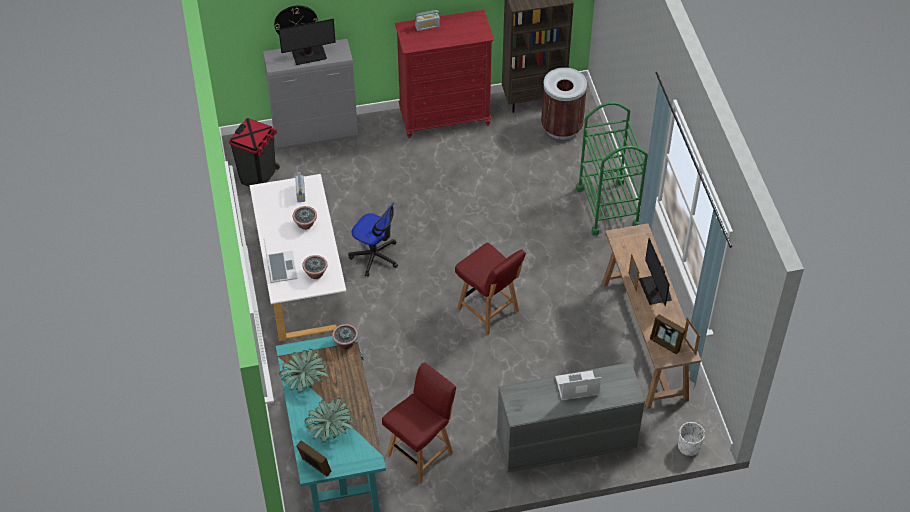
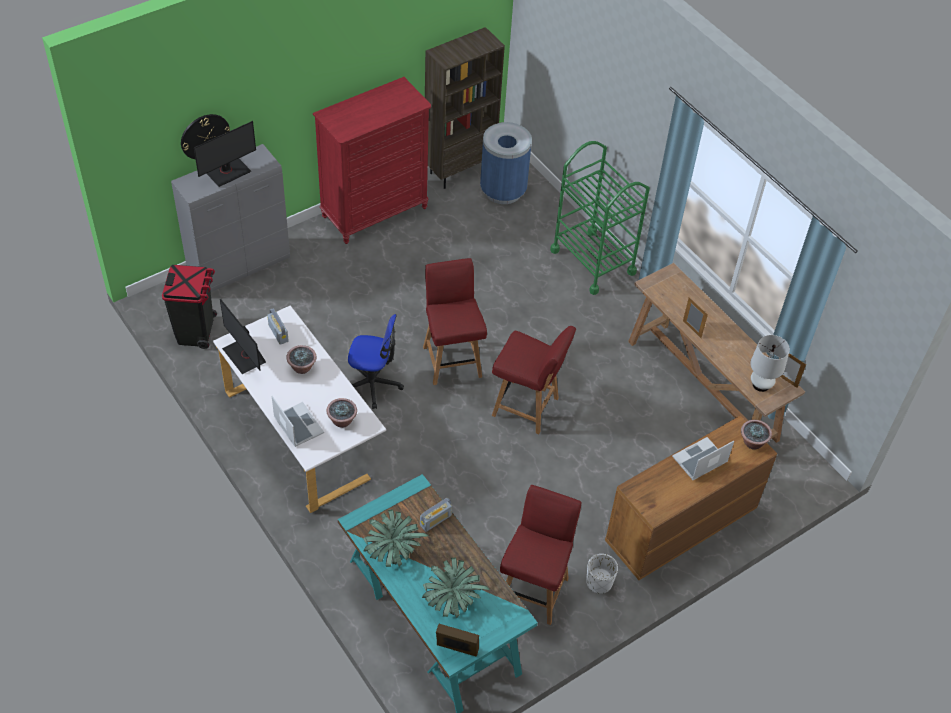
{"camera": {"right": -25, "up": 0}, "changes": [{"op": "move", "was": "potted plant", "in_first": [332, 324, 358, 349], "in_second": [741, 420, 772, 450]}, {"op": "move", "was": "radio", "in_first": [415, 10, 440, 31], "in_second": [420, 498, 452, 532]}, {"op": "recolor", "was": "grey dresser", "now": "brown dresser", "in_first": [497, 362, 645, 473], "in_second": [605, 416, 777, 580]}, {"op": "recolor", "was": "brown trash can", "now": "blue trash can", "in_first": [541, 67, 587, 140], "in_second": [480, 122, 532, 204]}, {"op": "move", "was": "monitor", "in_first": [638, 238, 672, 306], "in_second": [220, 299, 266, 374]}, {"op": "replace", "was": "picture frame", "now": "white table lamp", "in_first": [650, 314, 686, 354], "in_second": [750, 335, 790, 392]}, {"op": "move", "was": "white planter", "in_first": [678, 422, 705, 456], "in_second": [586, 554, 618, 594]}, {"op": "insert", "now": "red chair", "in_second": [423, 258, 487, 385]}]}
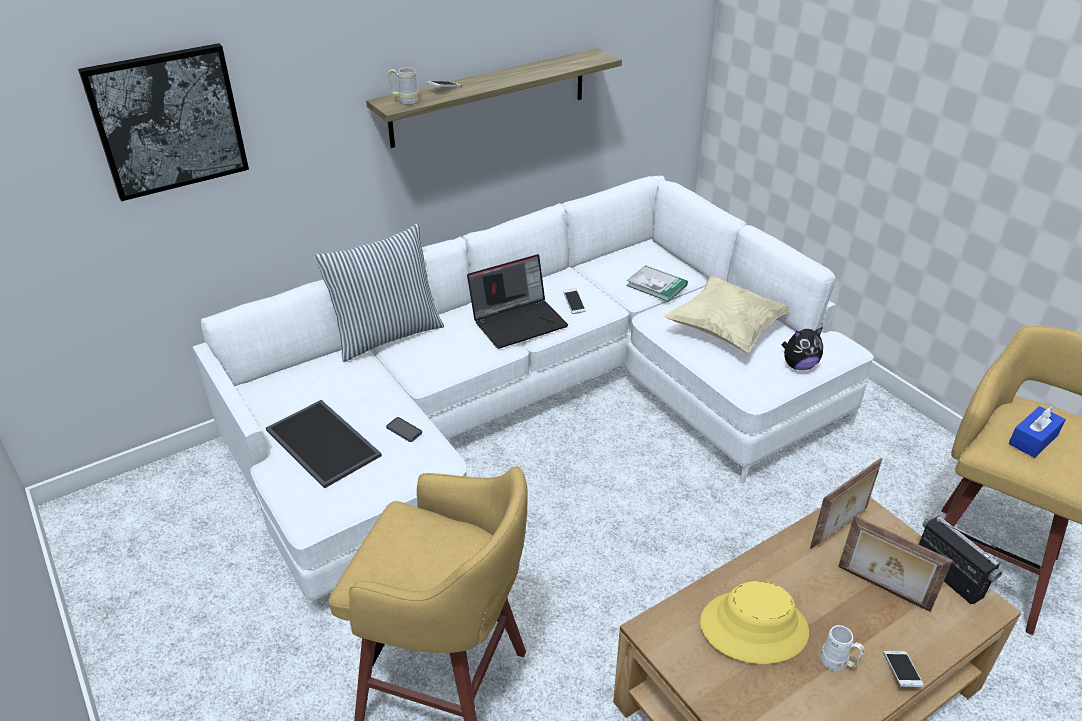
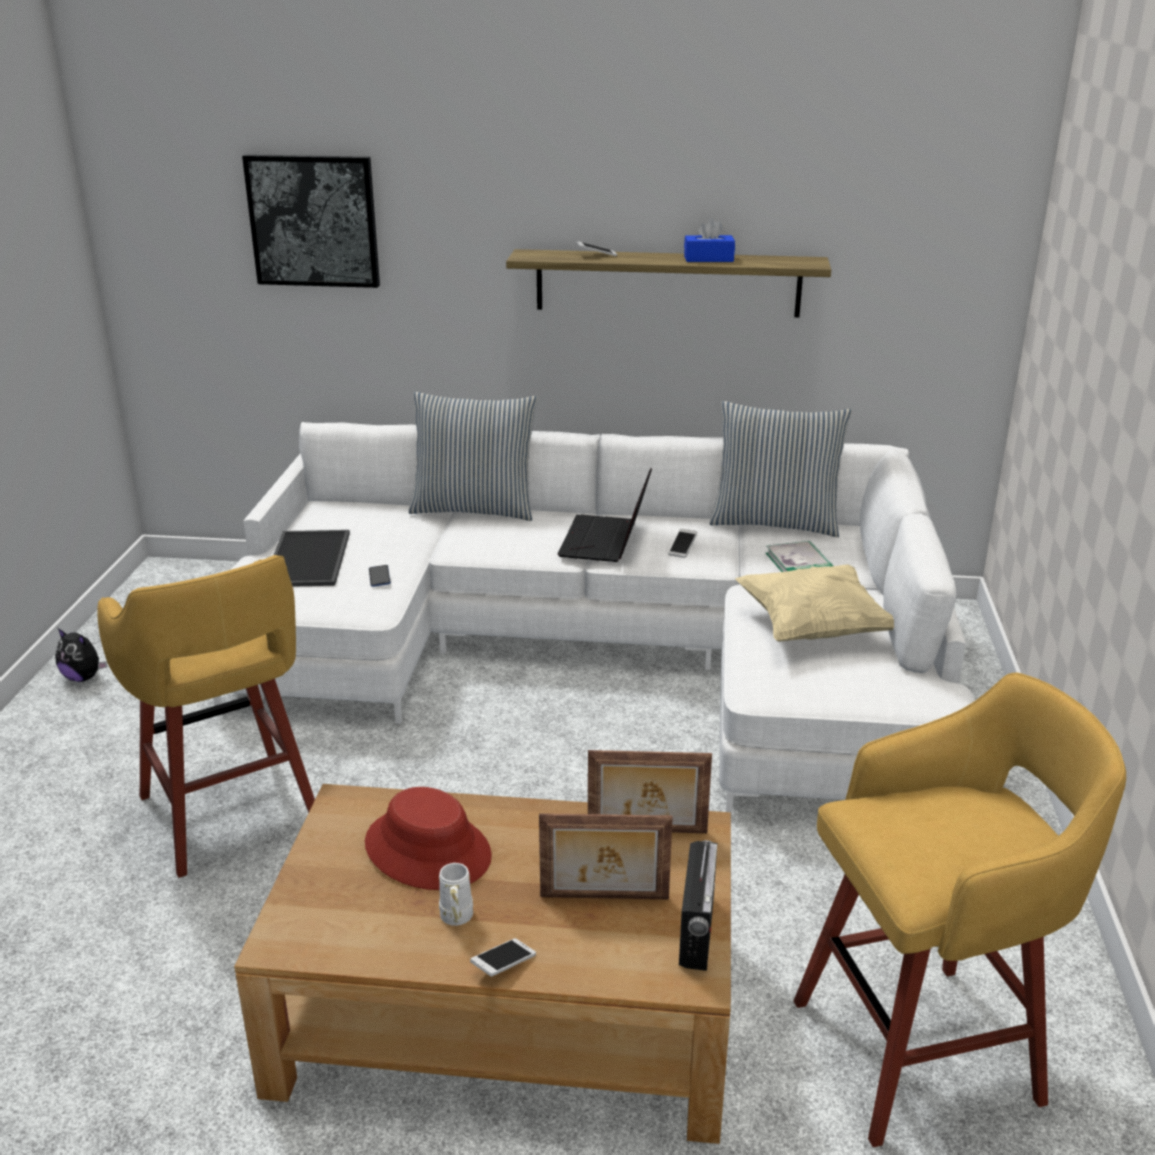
{"camera": {"right": 40, "up": -10}, "changes": [{"op": "delete", "was": "beige mug", "in_first": [388, 68, 419, 105]}, {"op": "rotate", "was": "laptop", "in_first": [467, 254, 568, 349], "in_second": [558, 468, 652, 562], "clockwise": 90}, {"op": "recolor", "was": "yellow hat", "now": "red hat", "in_first": [700, 581, 809, 664], "in_second": [365, 787, 492, 890]}, {"op": "move", "was": "plush toy", "in_first": [782, 327, 823, 370], "in_second": [55, 628, 107, 682]}, {"op": "rotate", "was": "picture frame", "in_first": [838, 516, 953, 612], "in_second": [539, 813, 673, 899], "clockwise": -75}, {"op": "move", "was": "blue tissue box", "in_first": [1009, 406, 1066, 458], "in_second": [684, 218, 735, 262]}, {"op": "insert", "now": "pillow", "in_second": [709, 401, 852, 537]}]}
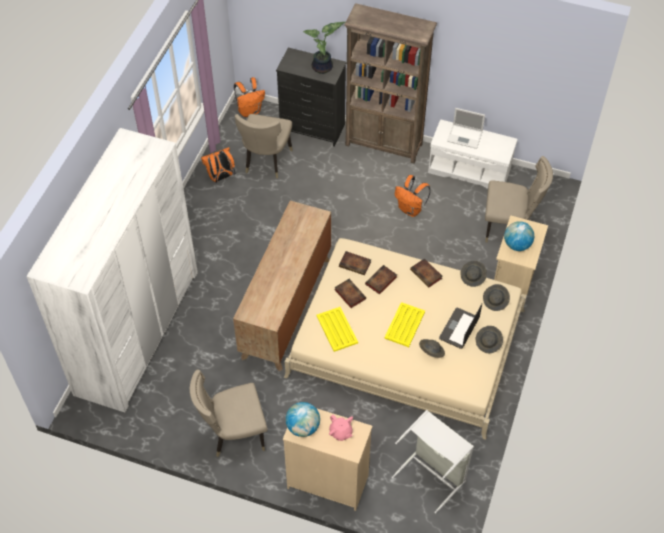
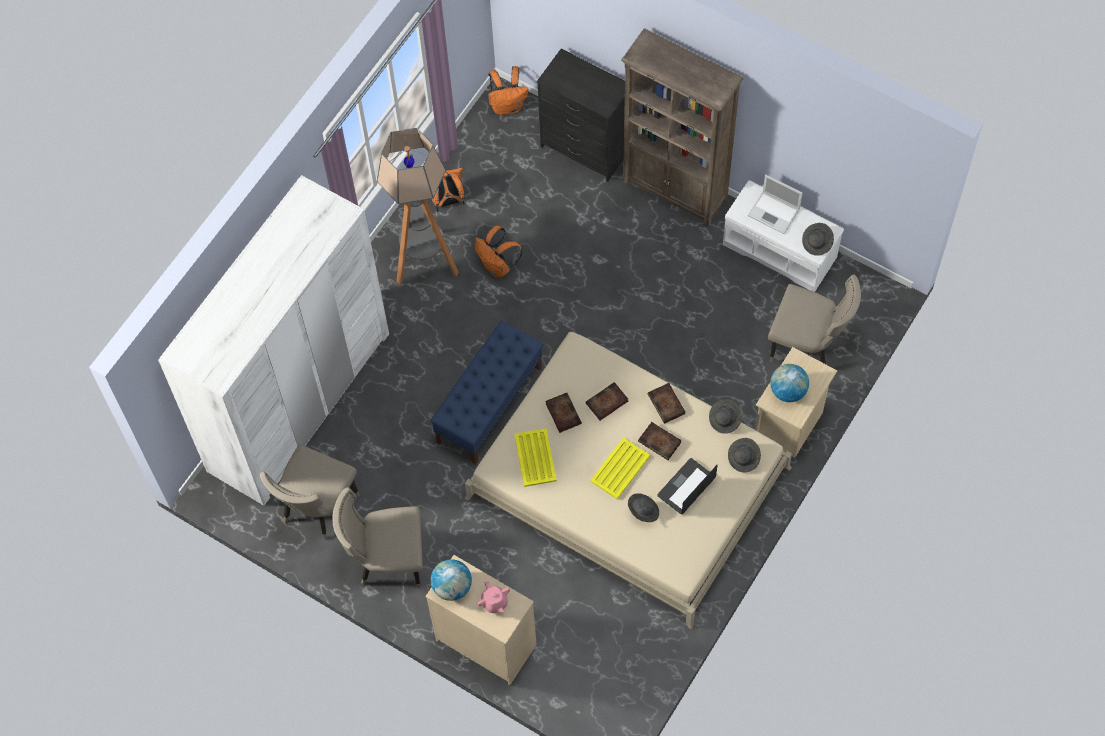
{"camera": {"right": 15, "up": 10}, "changes": [{"op": "replace", "was": "brown dresser", "now": "blue bench", "in_first": [233, 201, 331, 371], "in_second": [430, 321, 543, 465]}, {"op": "move", "was": "beige chair", "in_first": [235, 114, 293, 178], "in_second": [260, 445, 360, 540]}, {"op": "delete", "was": "potted plant", "in_first": [303, 22, 345, 74]}, {"op": "move", "was": "book", "in_first": [339, 251, 371, 275], "in_second": [638, 422, 682, 460]}, {"op": "delete", "was": "grey laundry basket", "in_first": [392, 410, 474, 513]}, {"op": "move", "was": "orange backpack", "in_first": [395, 175, 431, 217], "in_second": [475, 225, 523, 278]}, {"op": "move", "was": "grey hat", "in_first": [476, 326, 503, 353], "in_second": [802, 223, 834, 256]}, {"op": "insert", "now": "floor lamp", "in_second": [377, 128, 458, 286]}]}
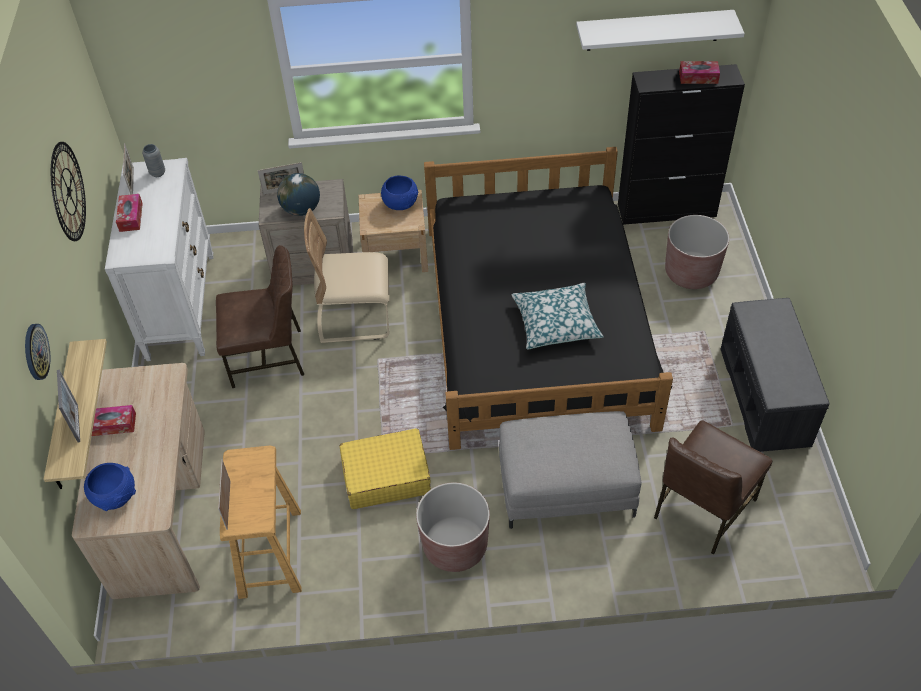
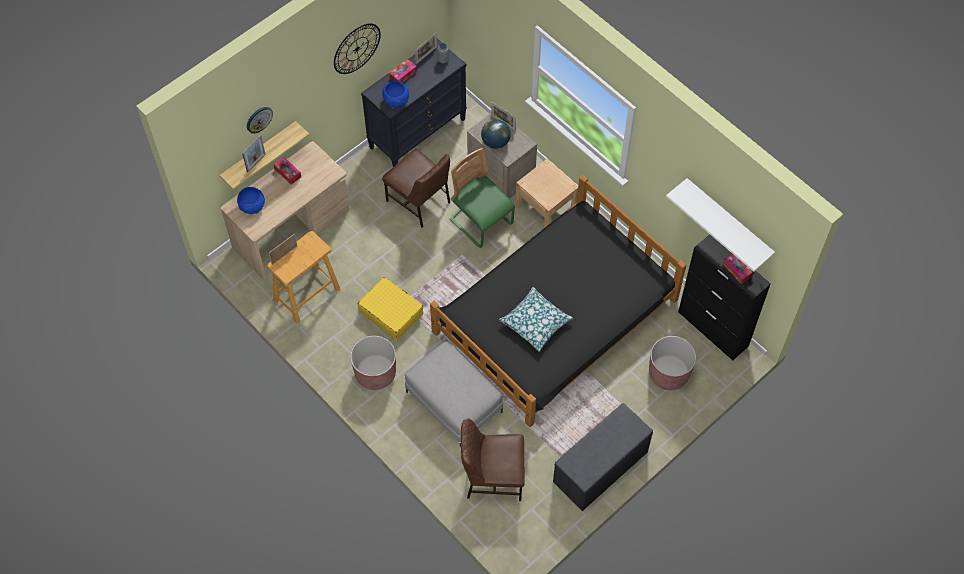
{"camera": {"right": 50, "up": 10}, "changes": [{"op": "recolor", "was": "white dresser", "now": "black dresser", "in_first": [105, 158, 213, 361], "in_second": [361, 38, 467, 167]}, {"op": "recolor", "was": "beige chair", "now": "green chair", "in_first": [304, 208, 389, 343], "in_second": [450, 148, 515, 248]}, {"op": "move", "was": "blue bowl", "in_first": [381, 176, 418, 210], "in_second": [382, 81, 409, 107]}]}
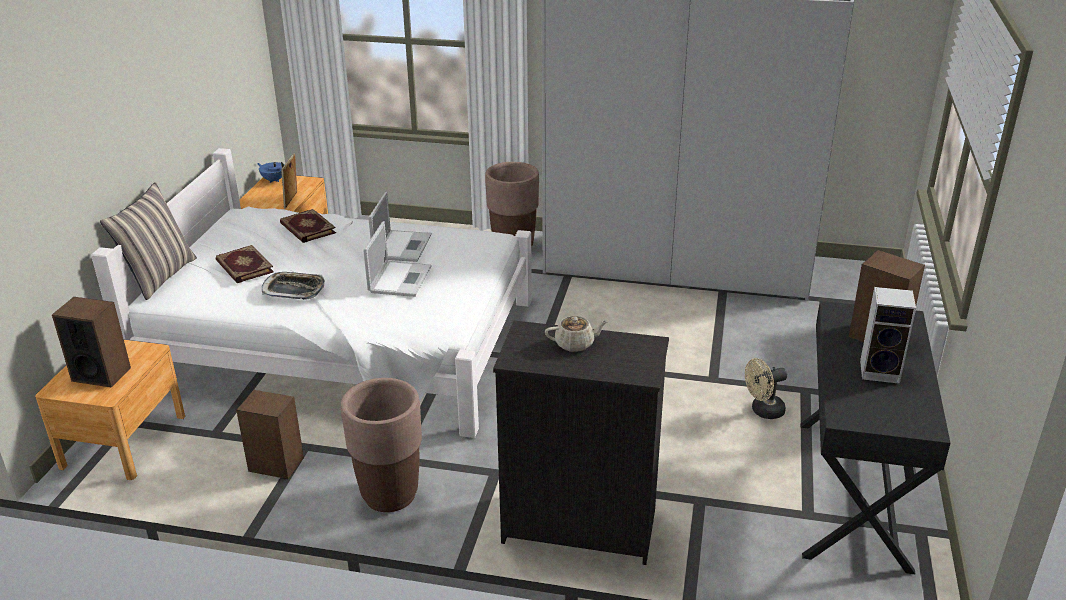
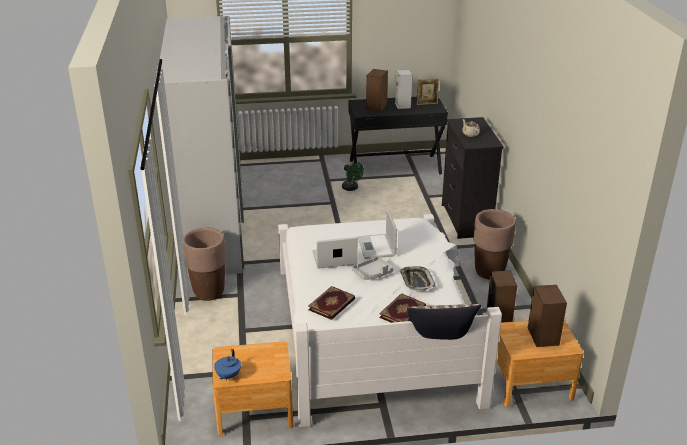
{"camera": {"right": -110, "up": 0}, "changes": [{"op": "move", "was": "picture frame", "in_first": [281, 153, 297, 209], "in_second": [417, 78, 439, 105]}, {"op": "rotate", "was": "laptop", "in_first": [363, 221, 432, 297], "in_second": [358, 209, 397, 259], "clockwise": -90}, {"op": "recolor", "was": "beige fan", "now": "green fan", "in_first": [745, 358, 787, 419], "in_second": [342, 162, 364, 191]}, {"op": "insert", "now": "grey tray", "in_second": [352, 256, 394, 280]}]}
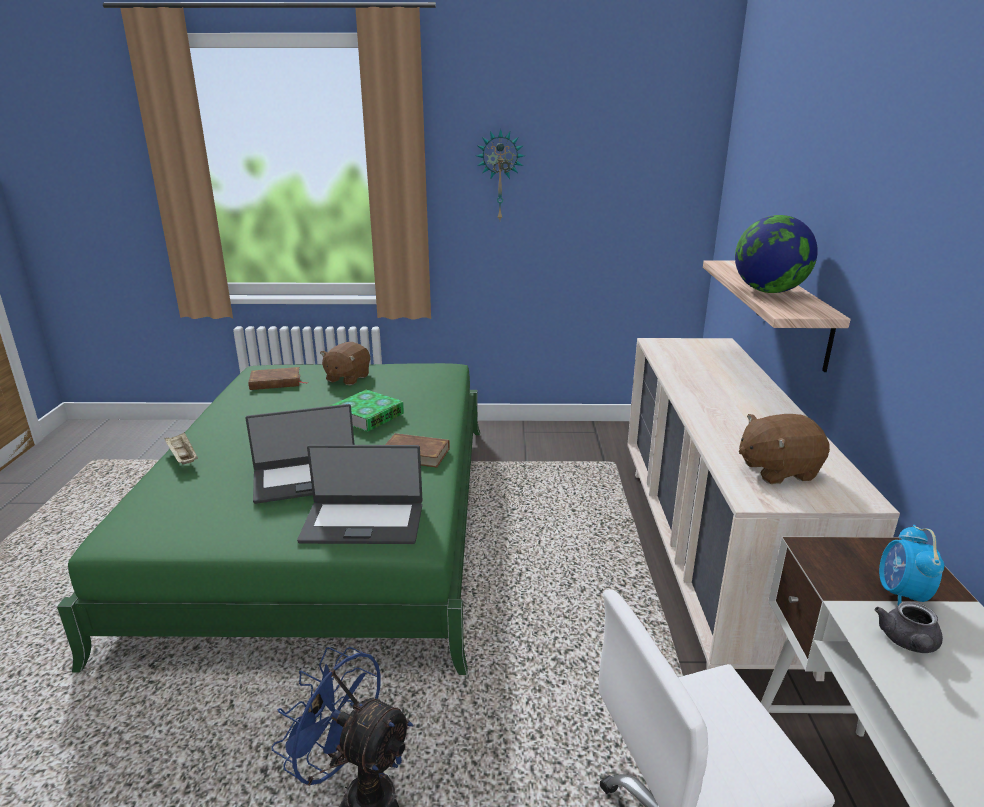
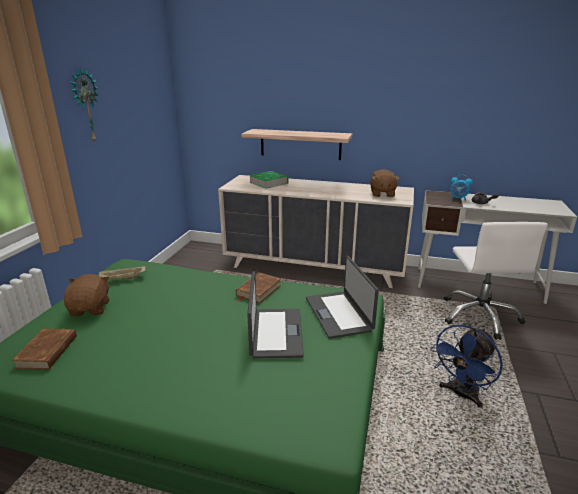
{"camera": {"right": -75, "up": 0}, "changes": [{"op": "move", "was": "beige tray", "in_first": [164, 432, 198, 464], "in_second": [99, 265, 146, 280]}, {"op": "rotate", "was": "laptop", "in_first": [297, 445, 422, 544], "in_second": [306, 256, 379, 339], "clockwise": 150}, {"op": "rotate", "was": "brown plush toy", "in_first": [320, 342, 370, 385], "in_second": [64, 274, 109, 316], "clockwise": -135}, {"op": "move", "was": "book", "in_first": [330, 390, 404, 432], "in_second": [249, 171, 288, 189]}, {"op": "delete", "was": "globe", "in_first": [735, 215, 818, 293]}]}
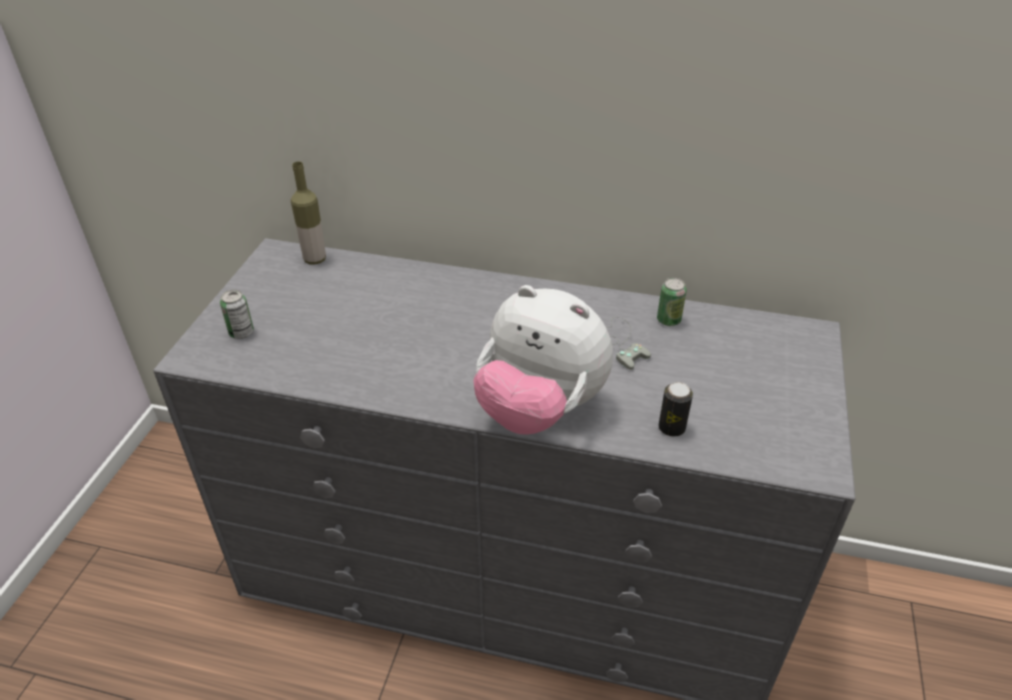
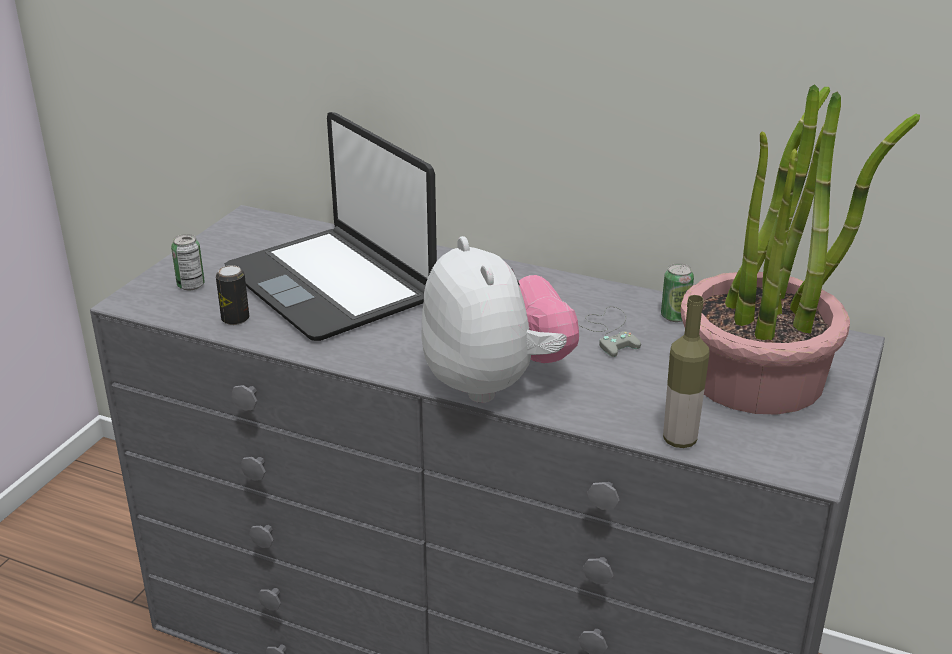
{"camera": {"right": 10, "up": -10}, "changes": [{"op": "move", "was": "bottle", "in_first": [291, 161, 326, 265], "in_second": [663, 295, 710, 448]}, {"op": "rotate", "was": "plush toy", "in_first": [473, 285, 613, 435], "in_second": [422, 236, 579, 403], "clockwise": -150}, {"op": "move", "was": "can", "in_first": [659, 382, 693, 437], "in_second": [216, 265, 249, 325]}, {"op": "insert", "now": "laptop", "in_second": [225, 112, 437, 341]}, {"op": "insert", "now": "potted plant", "in_second": [680, 84, 920, 415]}]}
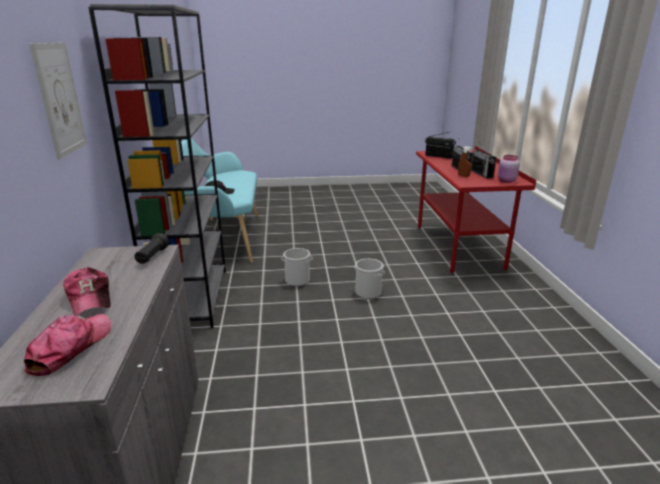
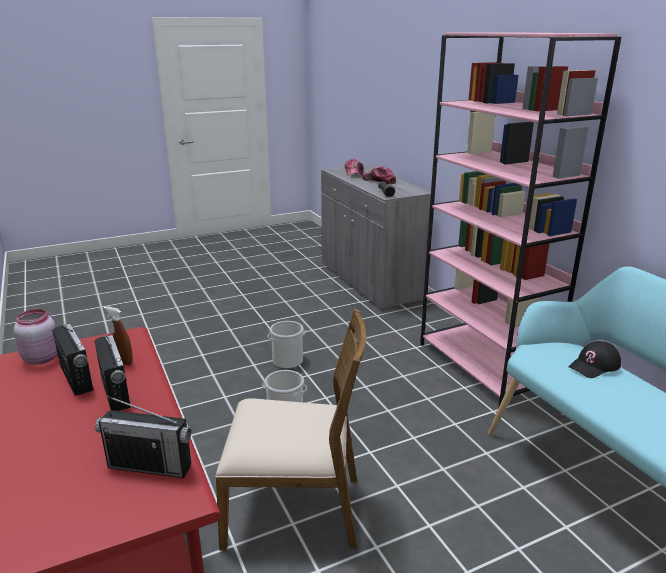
{"camera": {"right": 160, "up": 0}, "changes": [{"op": "delete", "was": "picture", "in_first": [29, 43, 87, 159]}, {"op": "recolor", "was": "grey bookcase", "now": "pink bookcase", "in_first": [88, 4, 226, 328], "in_second": [420, 32, 621, 406]}, {"op": "move", "was": "bucket", "in_first": [281, 248, 313, 286], "in_second": [268, 321, 306, 369]}, {"op": "insert", "now": "brown chair", "in_second": [215, 309, 366, 551]}]}
